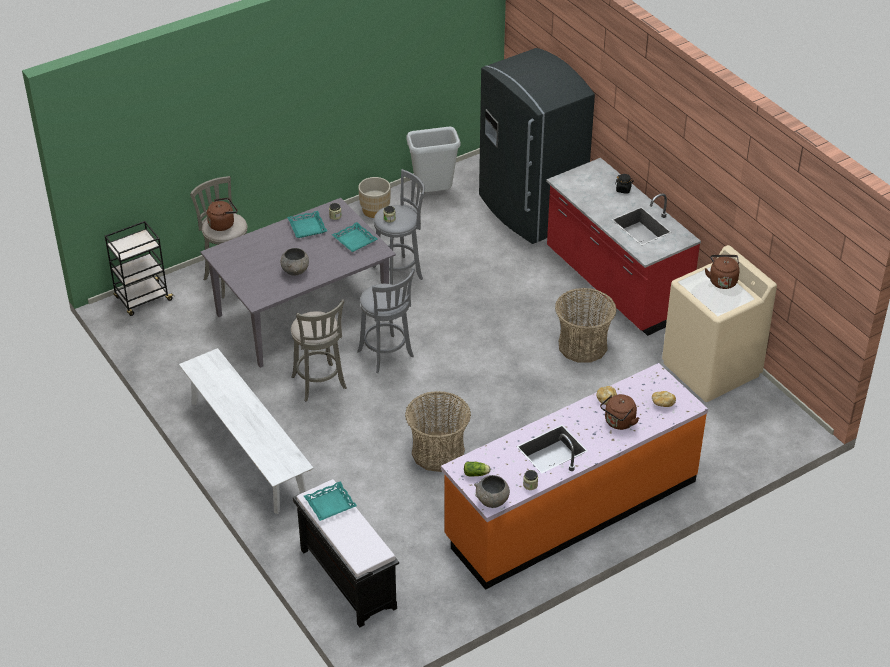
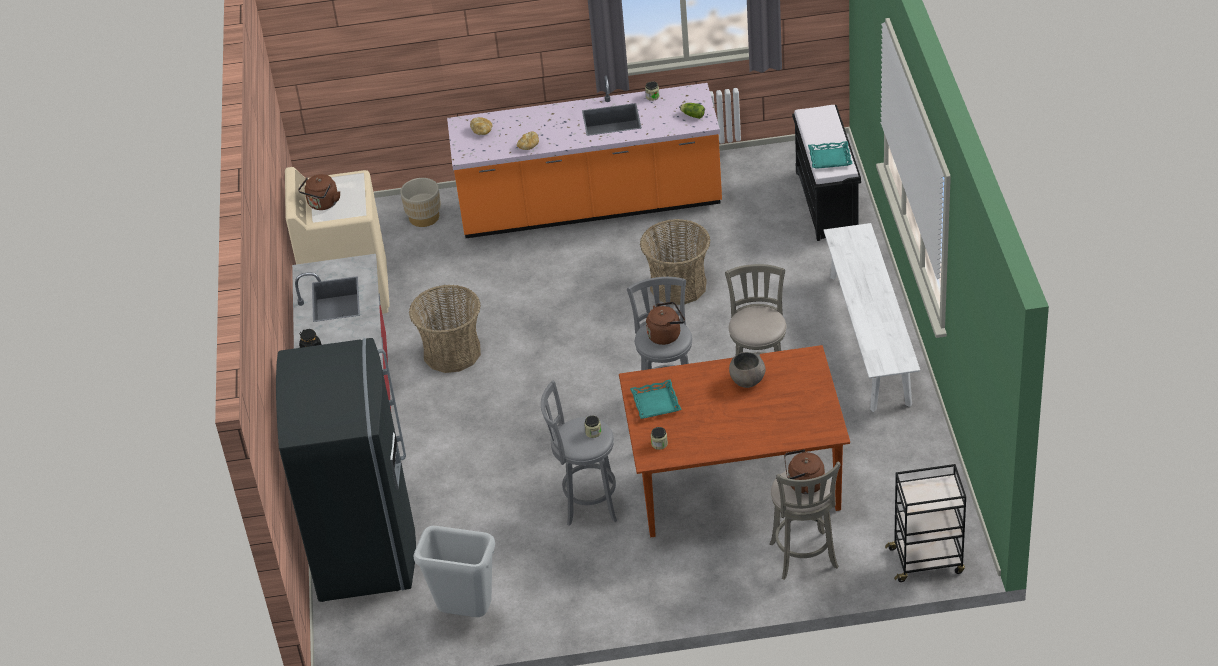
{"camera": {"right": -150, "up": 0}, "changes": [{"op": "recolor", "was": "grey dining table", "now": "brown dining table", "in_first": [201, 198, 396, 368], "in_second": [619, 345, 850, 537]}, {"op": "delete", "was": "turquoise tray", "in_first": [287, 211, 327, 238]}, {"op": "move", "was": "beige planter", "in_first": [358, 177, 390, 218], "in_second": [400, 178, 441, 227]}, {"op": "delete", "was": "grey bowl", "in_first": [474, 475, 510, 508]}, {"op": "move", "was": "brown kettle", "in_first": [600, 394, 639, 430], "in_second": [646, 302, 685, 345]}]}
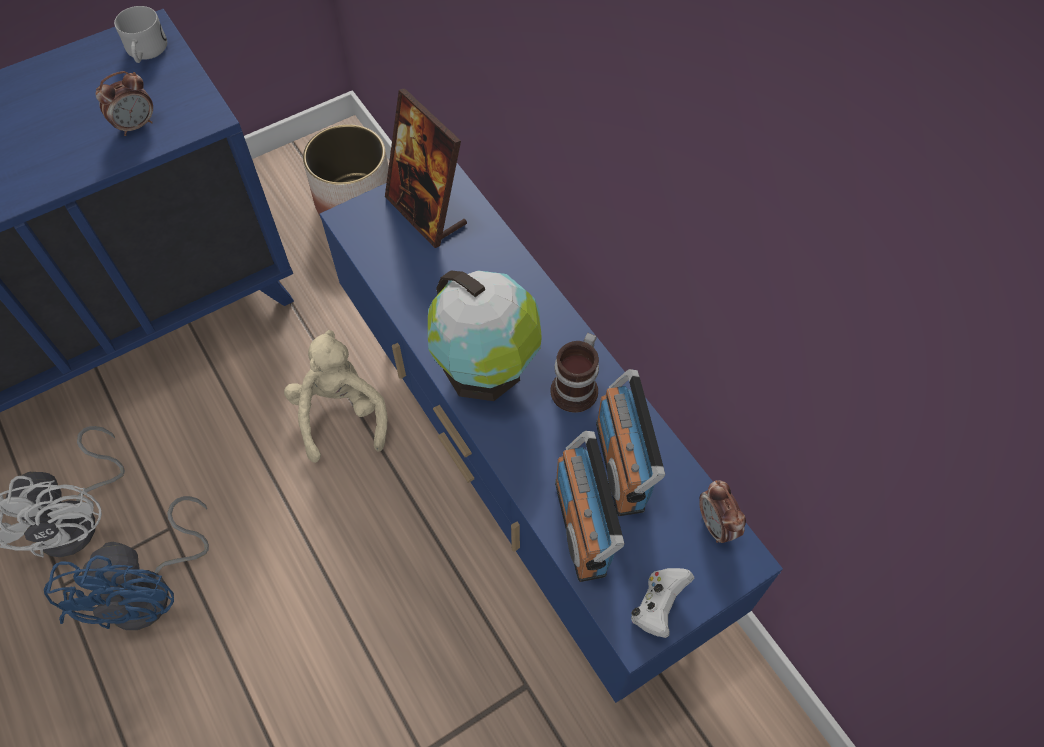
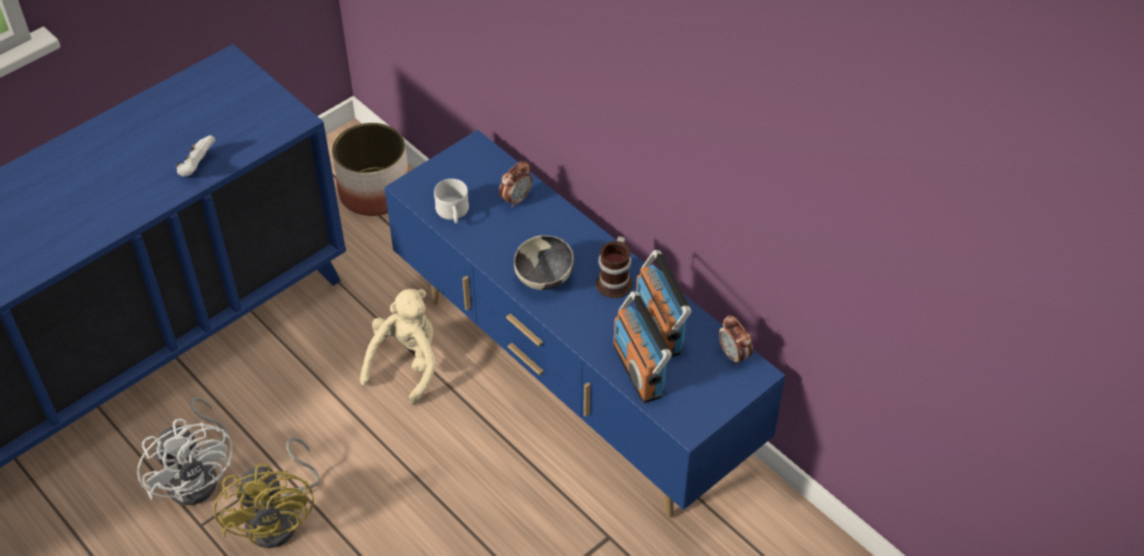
{"camera": {"right": -10, "up": -10}, "changes": [{"op": "recolor", "was": "blue fan", "now": "yellow fan", "in_first": [44, 496, 209, 630], "in_second": [213, 437, 320, 548]}, {"op": "move", "was": "alarm clock", "in_first": [95, 71, 153, 136], "in_second": [499, 161, 533, 208]}, {"op": "move", "was": "white mug", "in_first": [114, 6, 167, 63], "in_second": [434, 179, 469, 224]}, {"op": "rotate", "was": "beige plush toy", "in_first": [284, 330, 387, 463], "in_second": [360, 289, 436, 405], "clockwise": 45}, {"op": "delete", "was": "picture frame", "in_first": [385, 88, 467, 248]}, {"op": "replace", "was": "globe", "now": "bowl", "in_first": [428, 270, 542, 401], "in_second": [514, 235, 574, 290]}, {"op": "move", "was": "white game controller", "in_first": [631, 568, 694, 638], "in_second": [175, 135, 216, 177]}]}
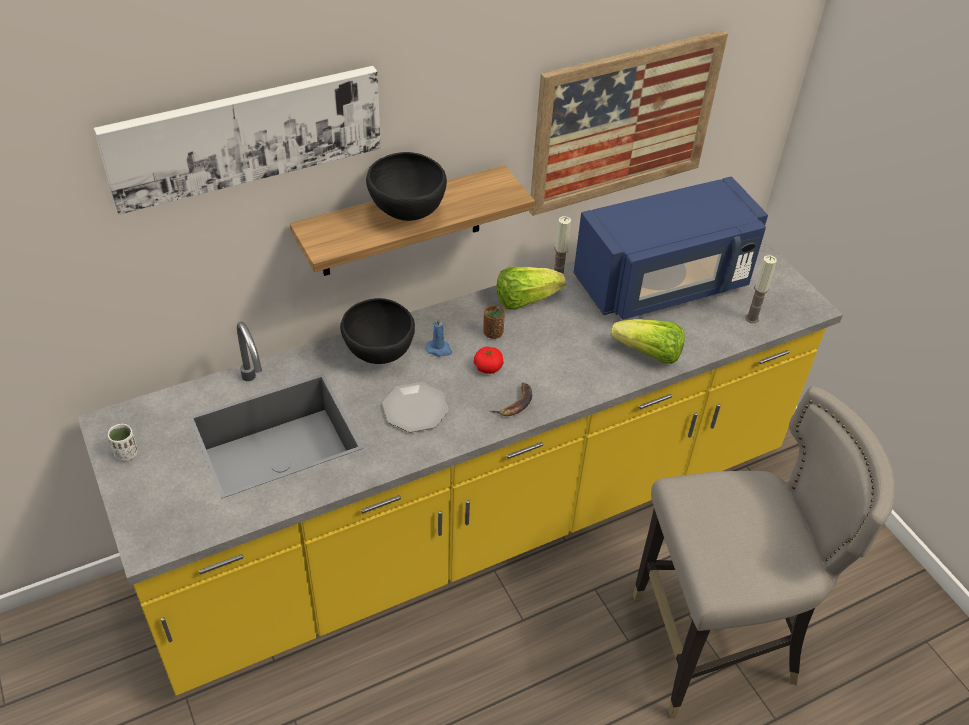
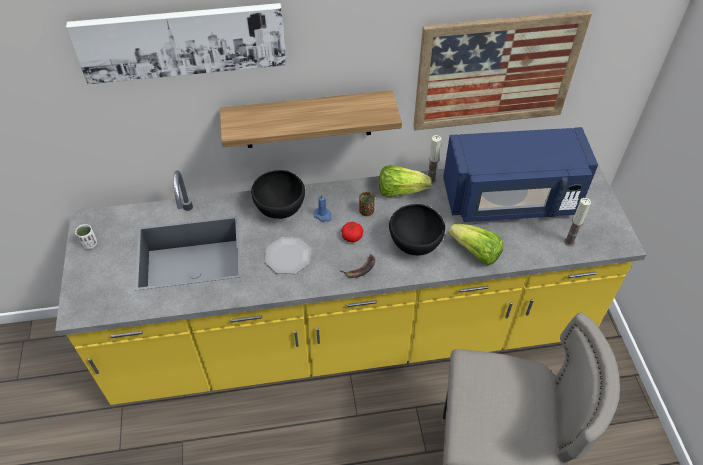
{"camera": {"right": 20, "up": 5}, "changes": [{"op": "move", "was": "black bowl", "in_first": [366, 152, 447, 221], "in_second": [389, 204, 445, 255]}]}
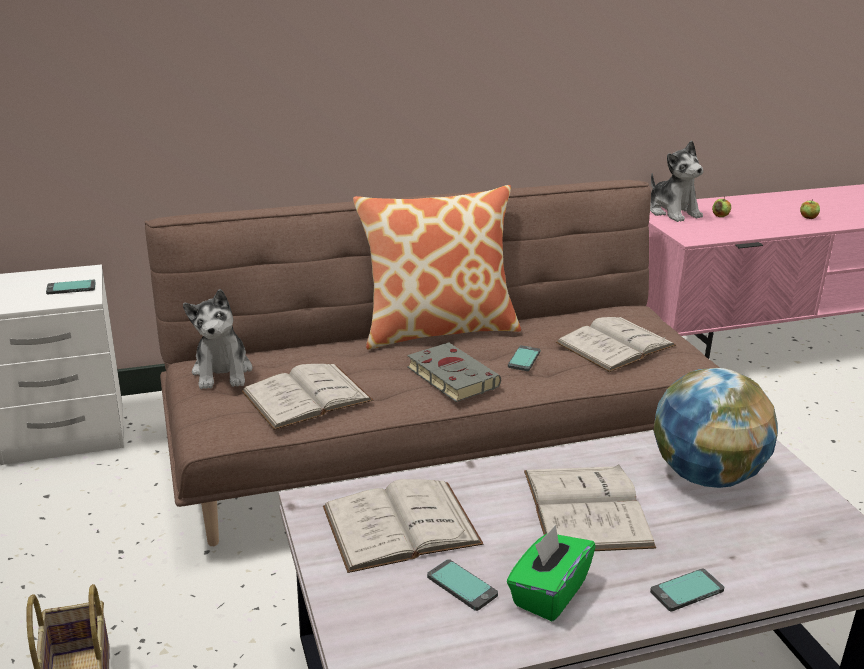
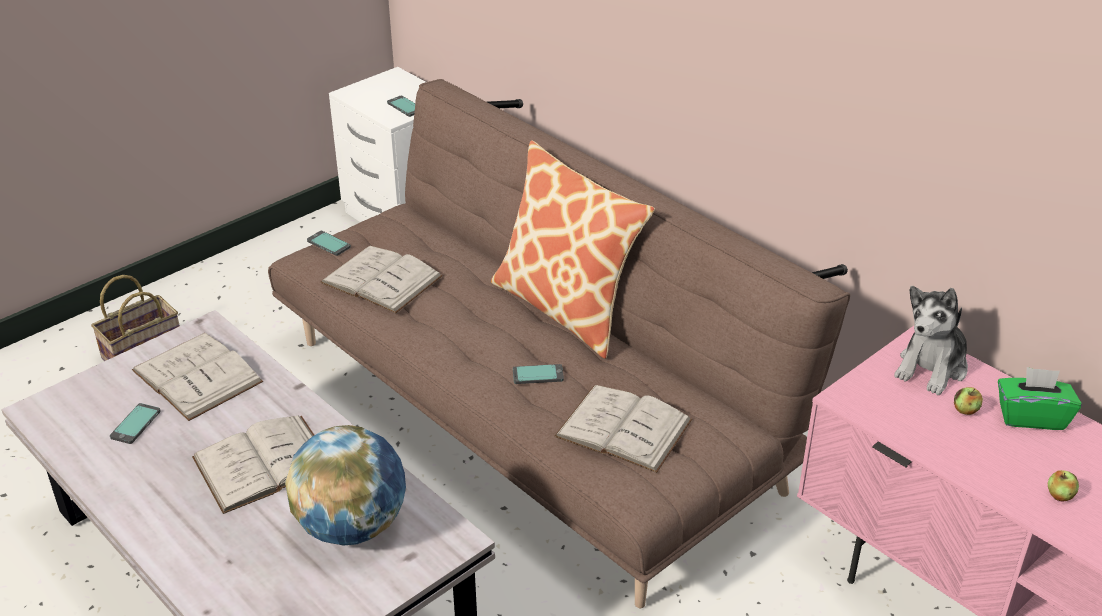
{"camera": {"right": 65, "up": 10}, "changes": [{"op": "delete", "was": "plush toy", "in_first": [183, 289, 253, 389]}, {"op": "delete", "was": "grey book", "in_first": [407, 342, 501, 402]}, {"op": "move", "was": "green tissue box", "in_first": [507, 525, 596, 621], "in_second": [998, 367, 1082, 430]}, {"op": "move", "was": "phone", "in_first": [650, 569, 724, 611], "in_second": [307, 231, 351, 256]}]}
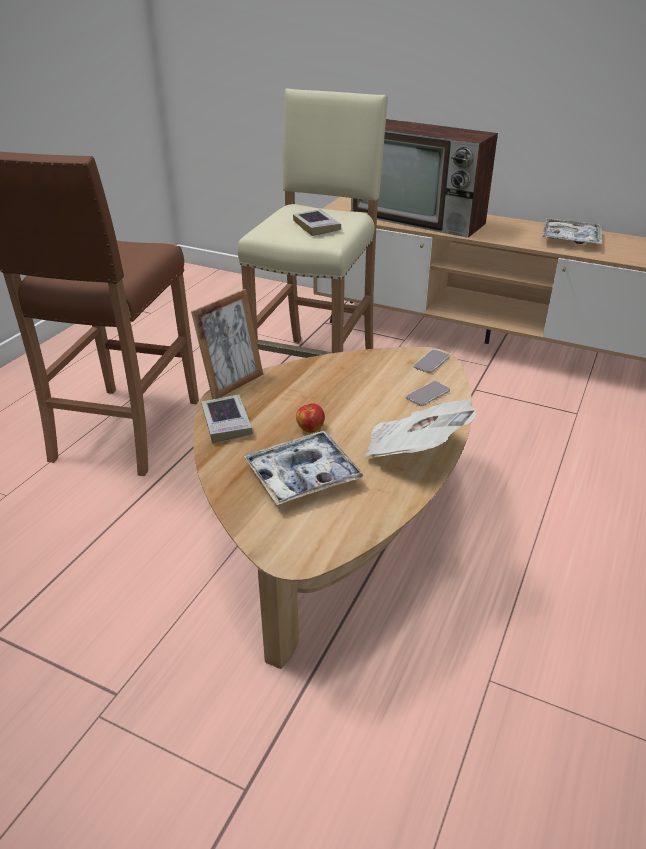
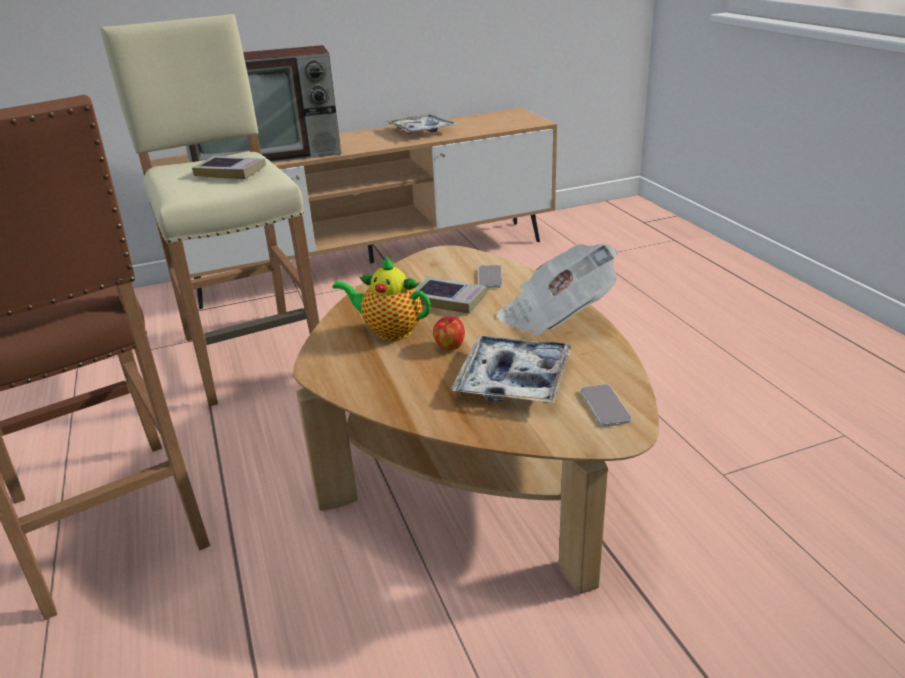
{"camera": {"right": -45, "up": -5}, "changes": [{"op": "delete", "was": "picture frame", "in_first": [191, 289, 263, 399]}, {"op": "move", "was": "book", "in_first": [201, 395, 253, 443], "in_second": [415, 276, 487, 314]}, {"op": "move", "was": "phone", "in_first": [414, 349, 450, 373], "in_second": [580, 384, 632, 427]}, {"op": "insert", "now": "teapot", "in_second": [332, 256, 431, 341]}]}
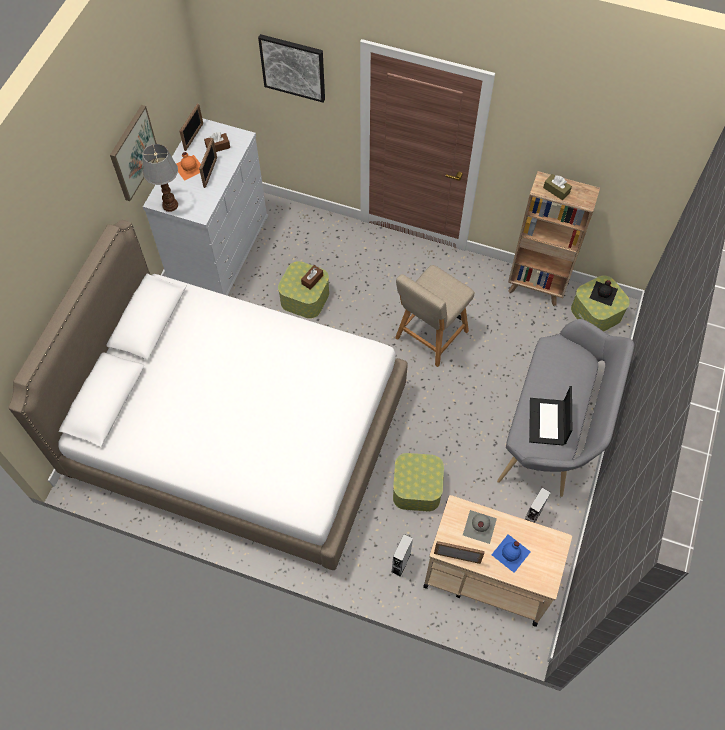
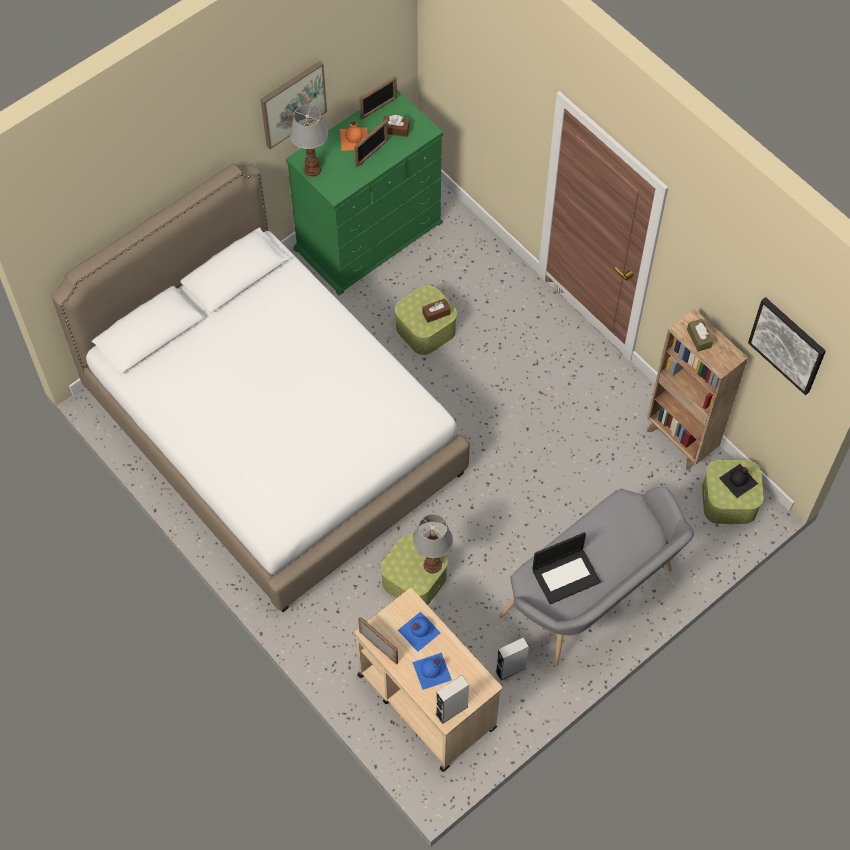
{"camera": {"right": 30, "up": 0}, "changes": [{"op": "recolor", "was": "white dresser", "now": "green dresser", "in_first": [143, 118, 268, 295], "in_second": [286, 90, 443, 296]}, {"op": "move", "was": "picture", "in_first": [258, 34, 325, 103], "in_second": [748, 297, 826, 395]}, {"op": "move", "was": "grey speaker", "in_first": [391, 534, 413, 577], "in_second": [436, 675, 469, 724]}, {"op": "delete", "was": "beige chair", "in_first": [395, 265, 474, 367]}, {"op": "recolor", "was": "grey bottle", "now": "blue bottle", "in_first": [463, 510, 497, 544], "in_second": [398, 612, 441, 652]}, {"op": "rotate", "was": "laptop", "in_first": [529, 386, 572, 445], "in_second": [532, 532, 601, 604], "clockwise": -150}, {"op": "insert", "now": "table lamp", "in_second": [413, 514, 453, 574]}]}
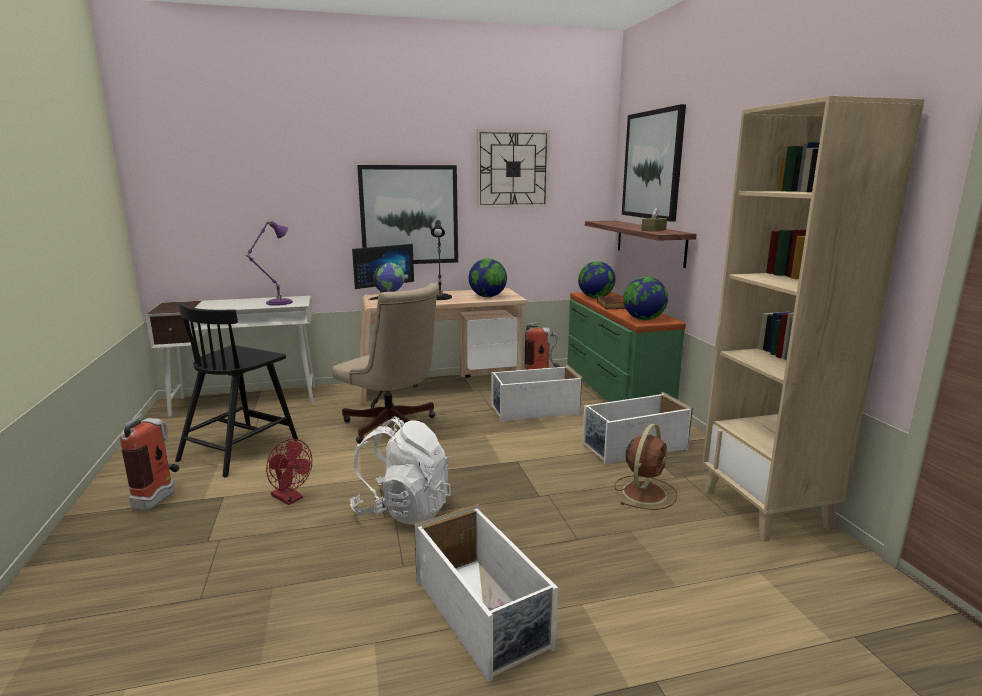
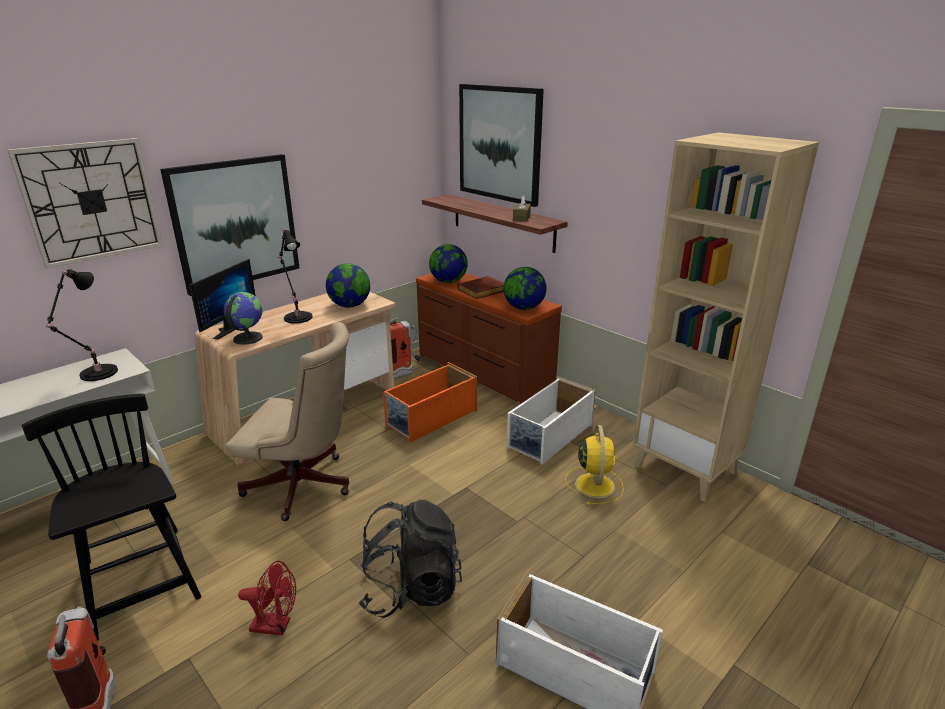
{"camera": {"right": -30, "up": 10}, "changes": [{"op": "rotate", "was": "black chair", "in_first": [175, 302, 298, 477], "in_second": [22, 394, 201, 641], "clockwise": 150}, {"op": "recolor", "was": "purple table lamp", "now": "black table lamp", "in_first": [246, 221, 293, 306], "in_second": [46, 269, 118, 381]}, {"op": "recolor", "was": "white backpack", "now": "black backpack", "in_first": [350, 417, 451, 525], "in_second": [359, 500, 462, 618]}, {"op": "move", "was": "wall clock", "in_first": [477, 129, 550, 208], "in_second": [7, 138, 163, 269]}, {"op": "recolor", "was": "white storage box", "now": "orange storage box", "in_first": [491, 365, 583, 421], "in_second": [383, 362, 477, 442]}, {"op": "recolor", "was": "green dresser", "now": "brown dresser", "in_first": [567, 292, 686, 402], "in_second": [416, 273, 562, 405]}, {"op": "recolor", "was": "brown fan", "now": "yellow fan", "in_first": [614, 424, 677, 510], "in_second": [565, 425, 624, 505]}]}
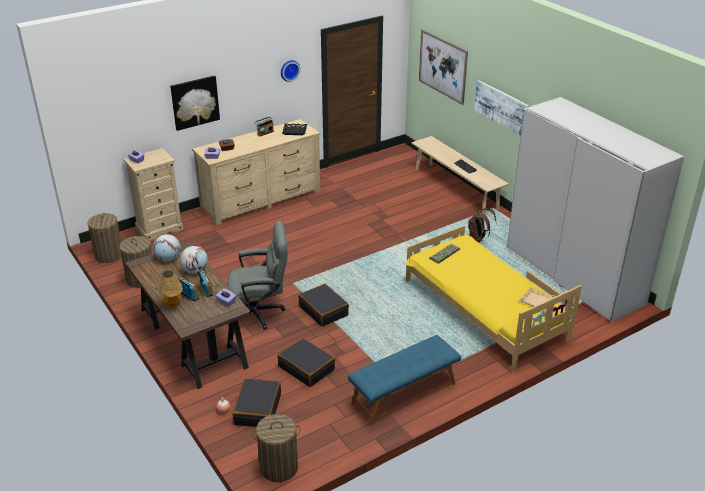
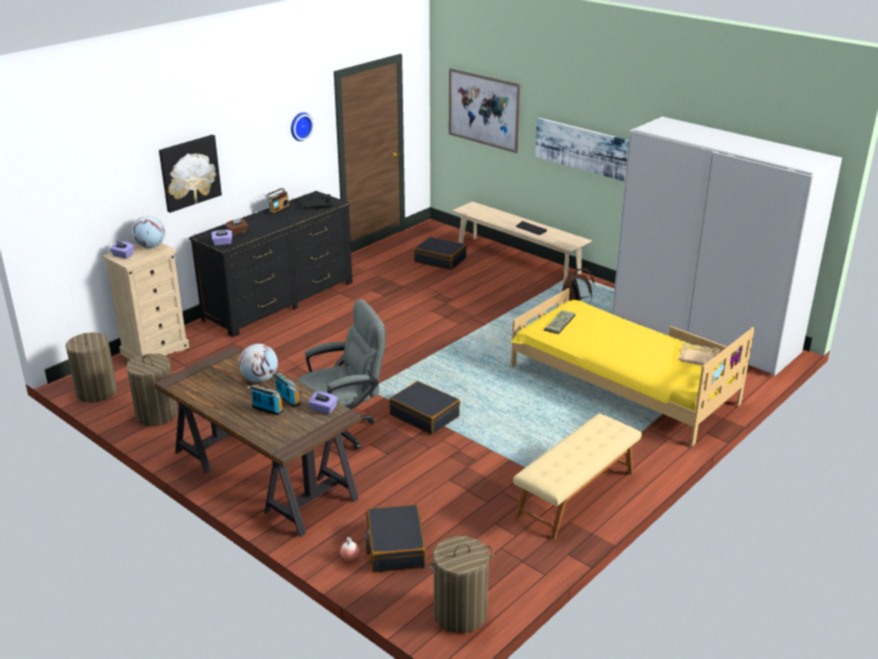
{"camera": {"right": -15, "up": -5}, "changes": [{"op": "move", "was": "globe", "in_first": [153, 234, 181, 261], "in_second": [131, 216, 165, 248]}, {"op": "delete", "was": "table lamp", "in_first": [158, 270, 183, 307]}, {"op": "recolor", "was": "beige dresser", "now": "black dresser", "in_first": [192, 119, 320, 226], "in_second": [189, 191, 353, 337]}, {"op": "move", "was": "black suitcase", "in_first": [277, 338, 335, 387], "in_second": [414, 237, 467, 270]}, {"op": "recolor", "was": "blue bench", "now": "beige bench", "in_first": [348, 335, 461, 425], "in_second": [513, 414, 642, 540]}]}
